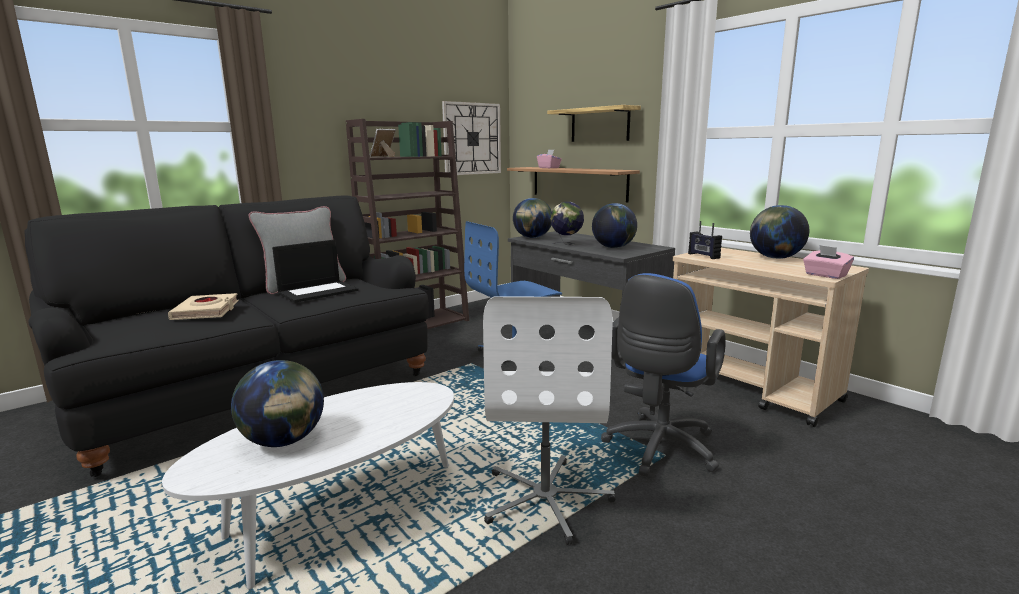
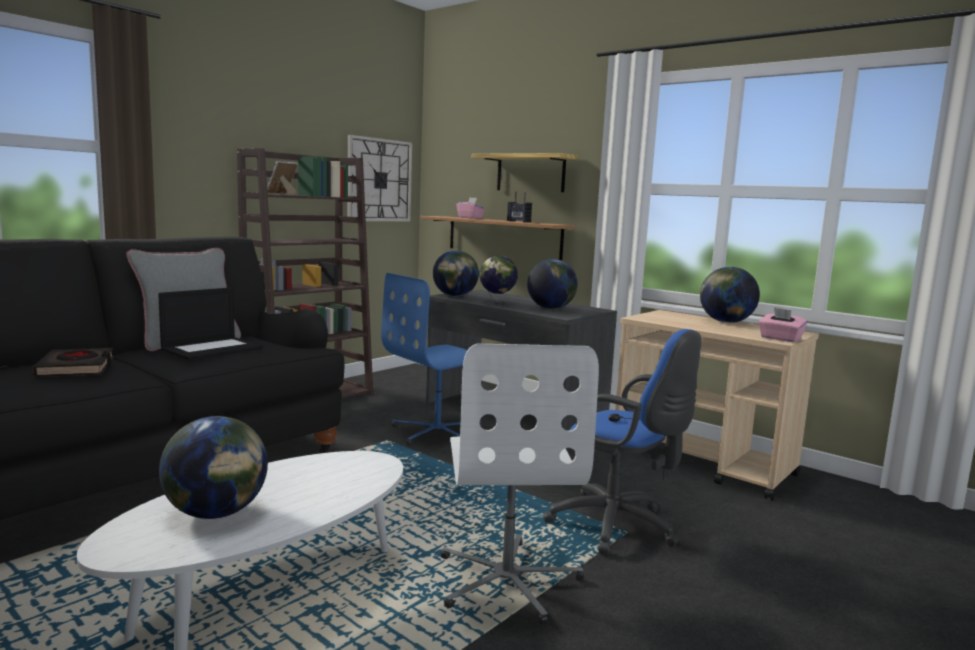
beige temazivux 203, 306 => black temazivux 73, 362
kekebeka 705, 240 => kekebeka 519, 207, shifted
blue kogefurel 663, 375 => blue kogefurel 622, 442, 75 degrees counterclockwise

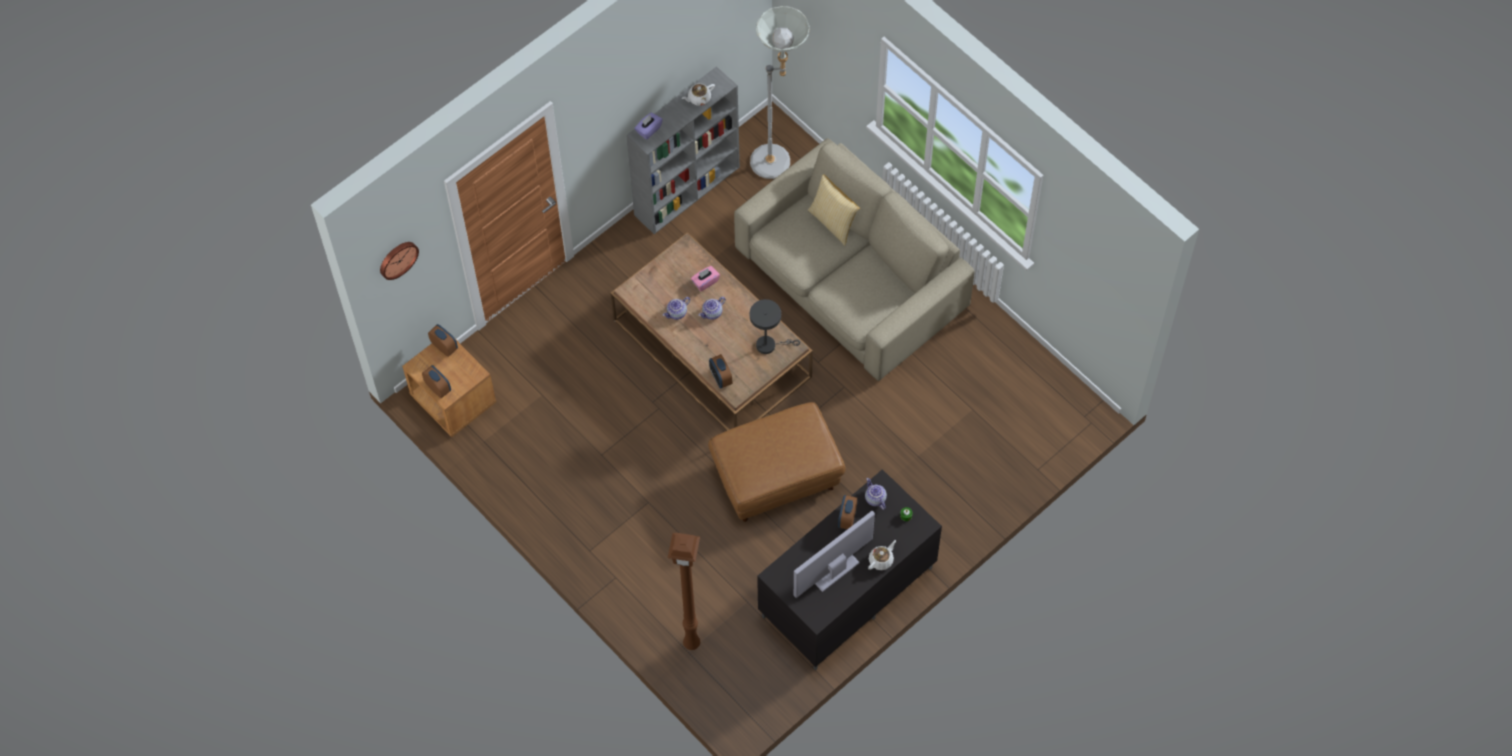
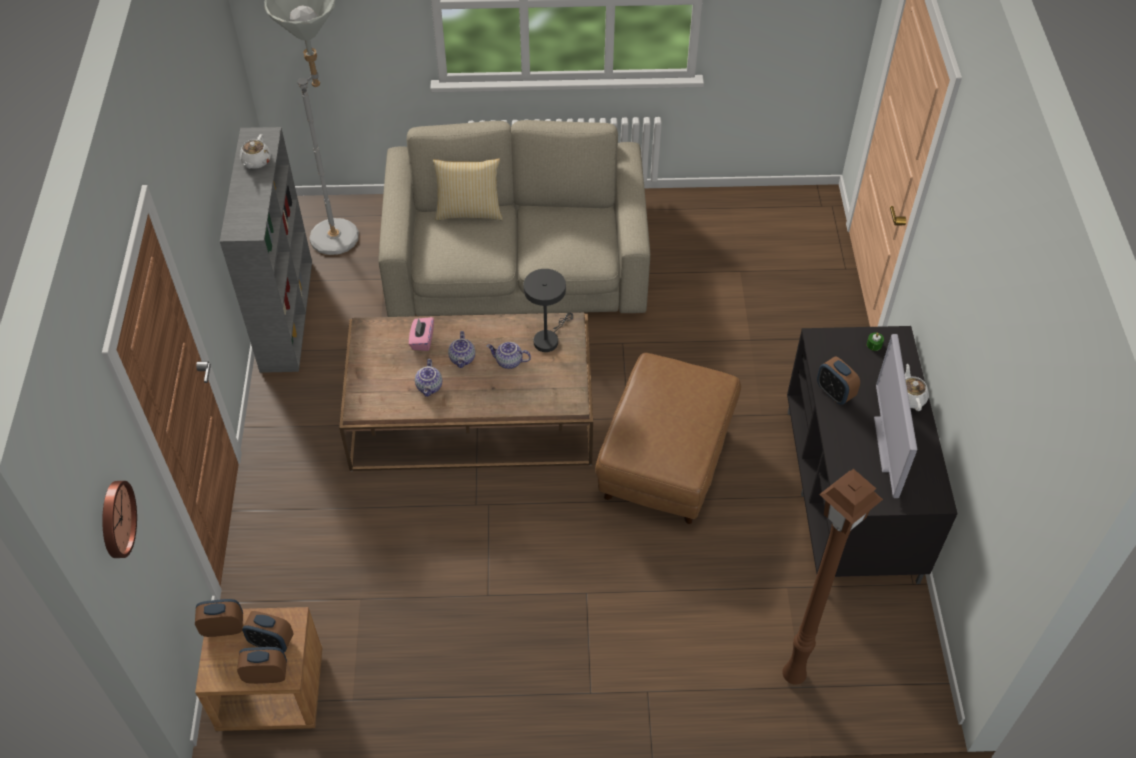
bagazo 720, 371 => bagazo 267, 631, shifted
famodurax 876, 494 => famodurax 509, 355, shifted
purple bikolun 648, 126 => nothing

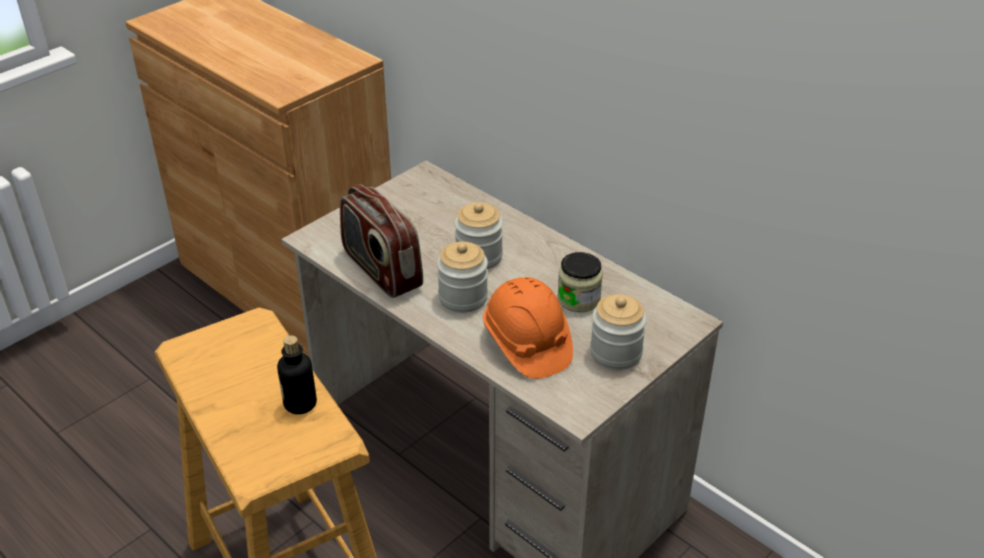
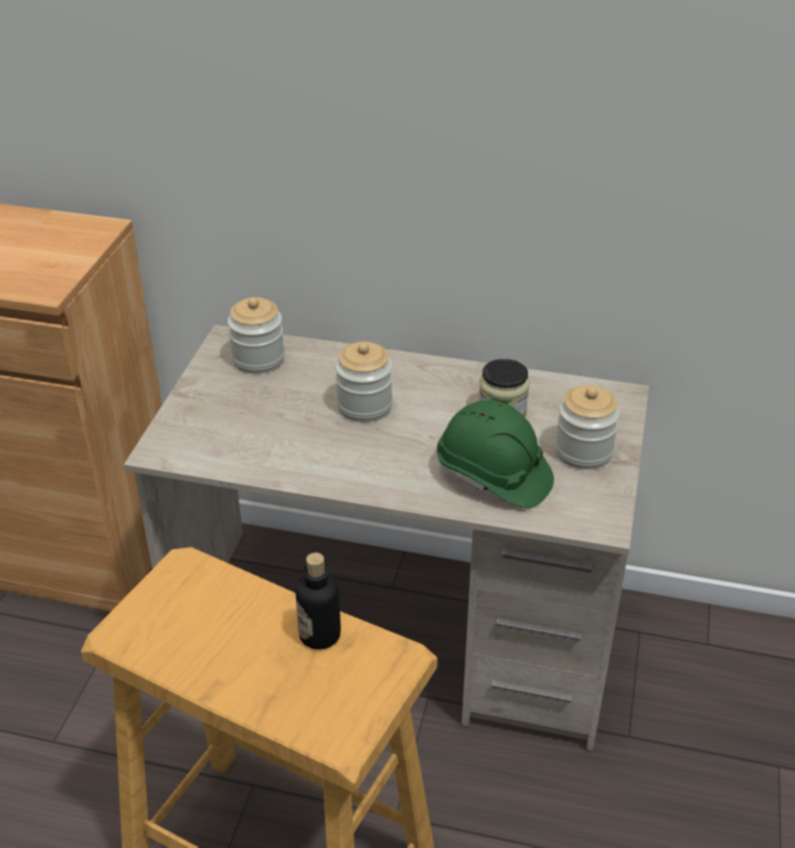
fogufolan 462, 277 => fogufolan 256, 335, shifted
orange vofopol 528, 328 => green vofopol 495, 454
kekebeka 381, 241 => nothing

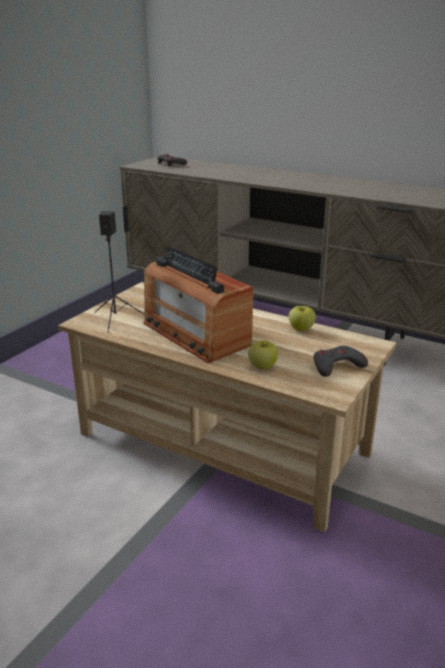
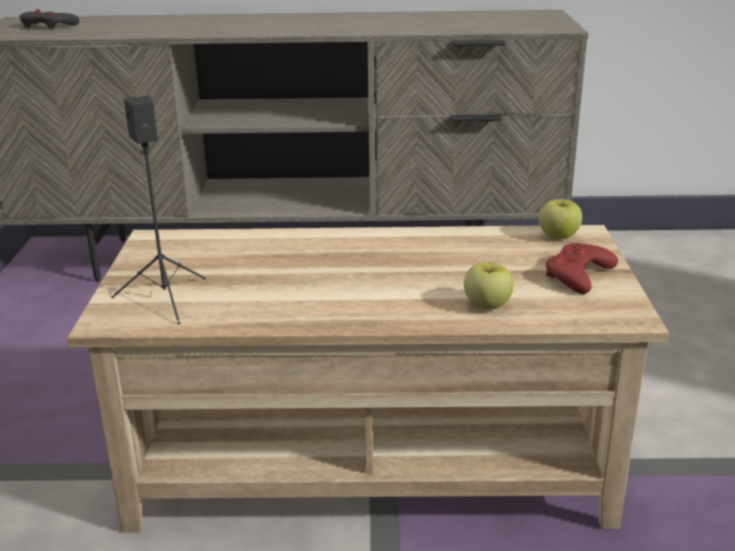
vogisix 302, 318 => vogisix 560, 219, shifted
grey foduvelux 341, 361 => red foduvelux 582, 268
kekebeka 198, 304 => nothing

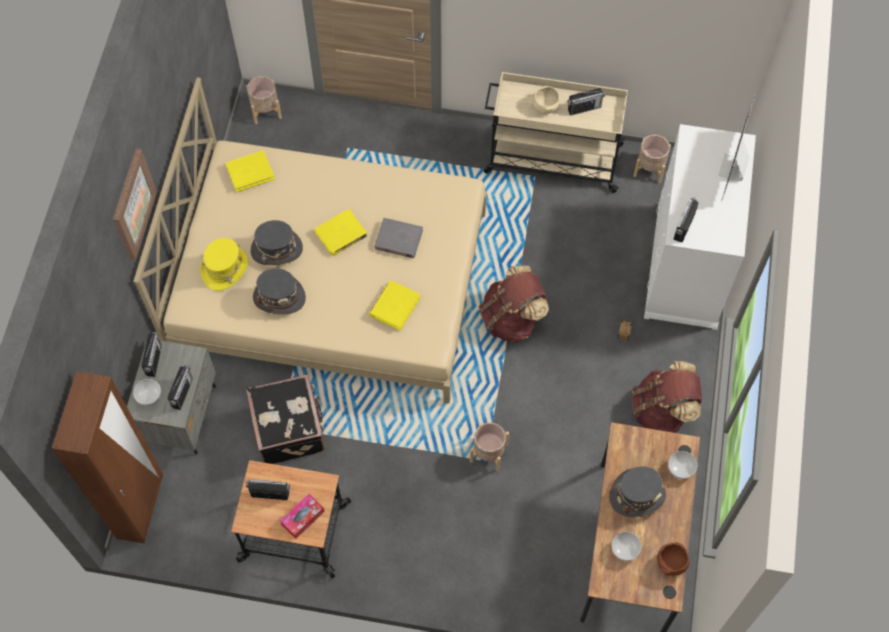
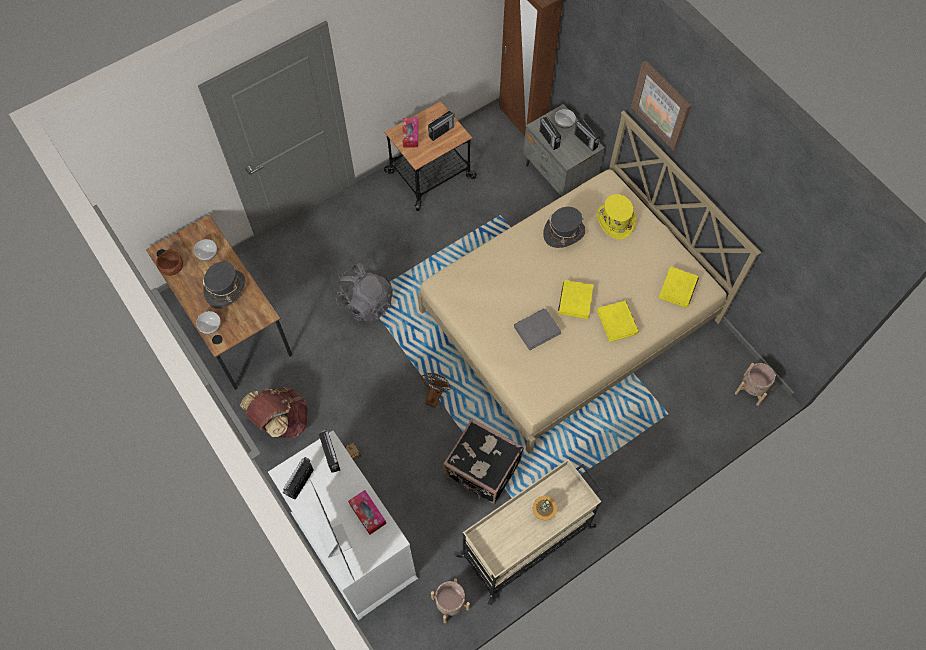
kekebeka 586, 102 => kekebeka 298, 478, shifted
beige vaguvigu 489, 446 => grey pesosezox 364, 292
nothing => bikolun 367, 512
brown pesosezox 514, 304 => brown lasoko 436, 390
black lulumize 285, 419 => black lulumize 483, 461, shifted
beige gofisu 546, 100 => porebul 545, 508
yellow temazivux 394, 306 => yellow temazivux 618, 321, shifted
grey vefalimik 277, 242 => nothing

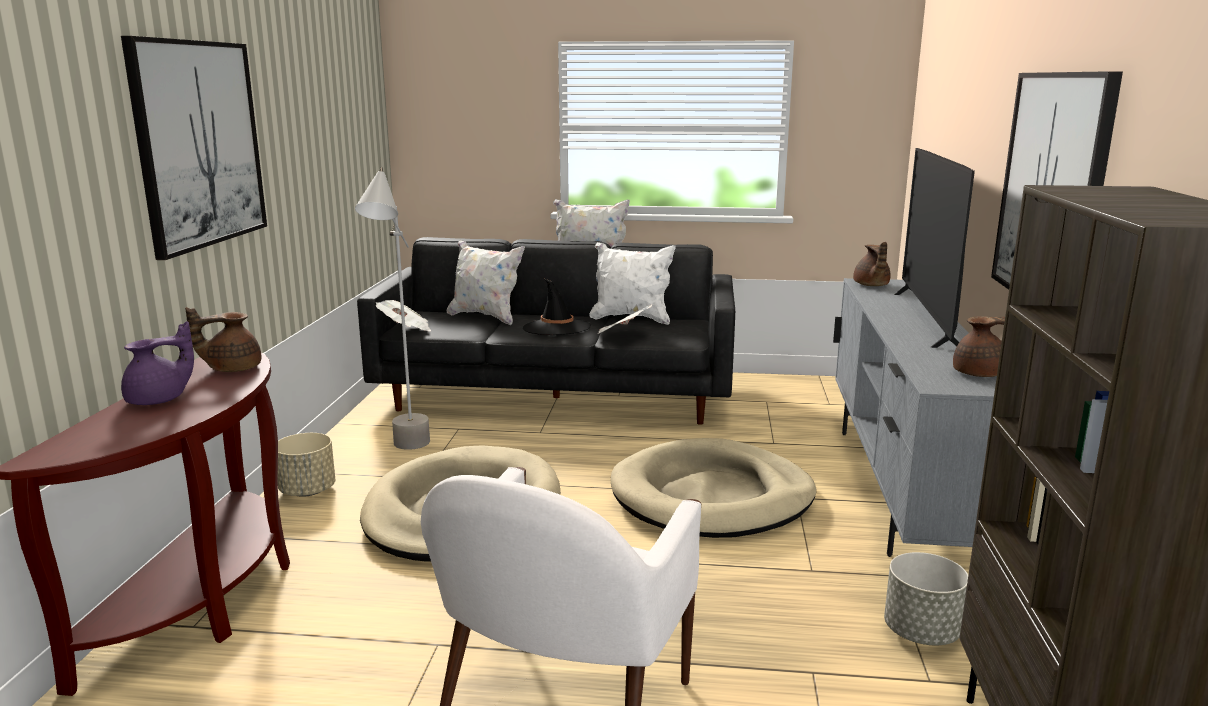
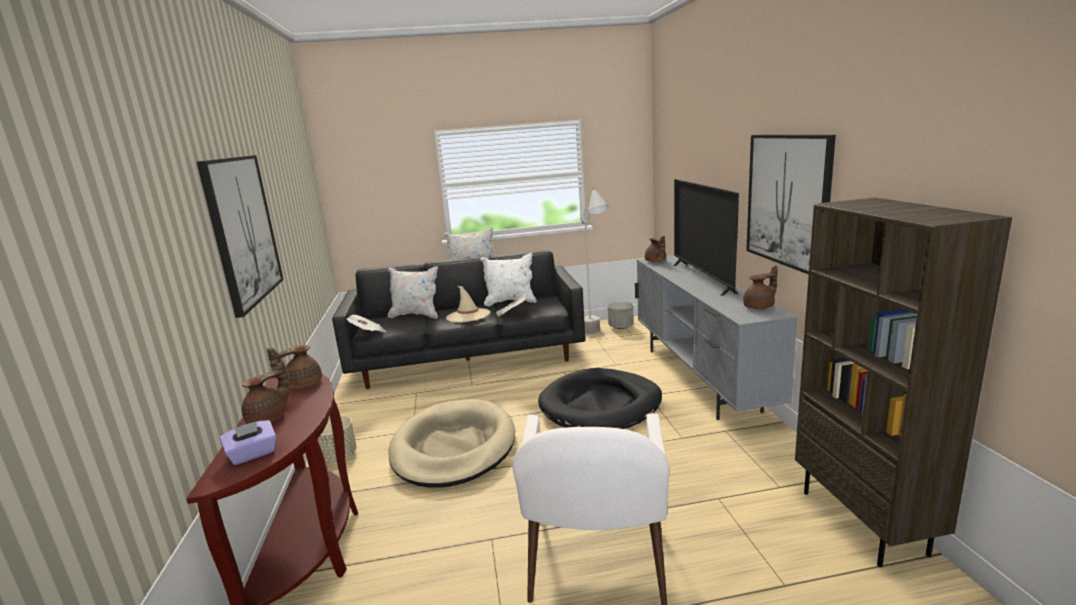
nothing => purple bikolun 248, 442
purple famodurax 157, 363 => brown famodurax 265, 391
black vefalimik 557, 306 => beige vefalimik 468, 304
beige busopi 713, 488 => black busopi 600, 398
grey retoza 392, 308 => grey retoza 595, 261, shifted
grey vaguvigu 926, 598 => grey vaguvigu 621, 315, shifted

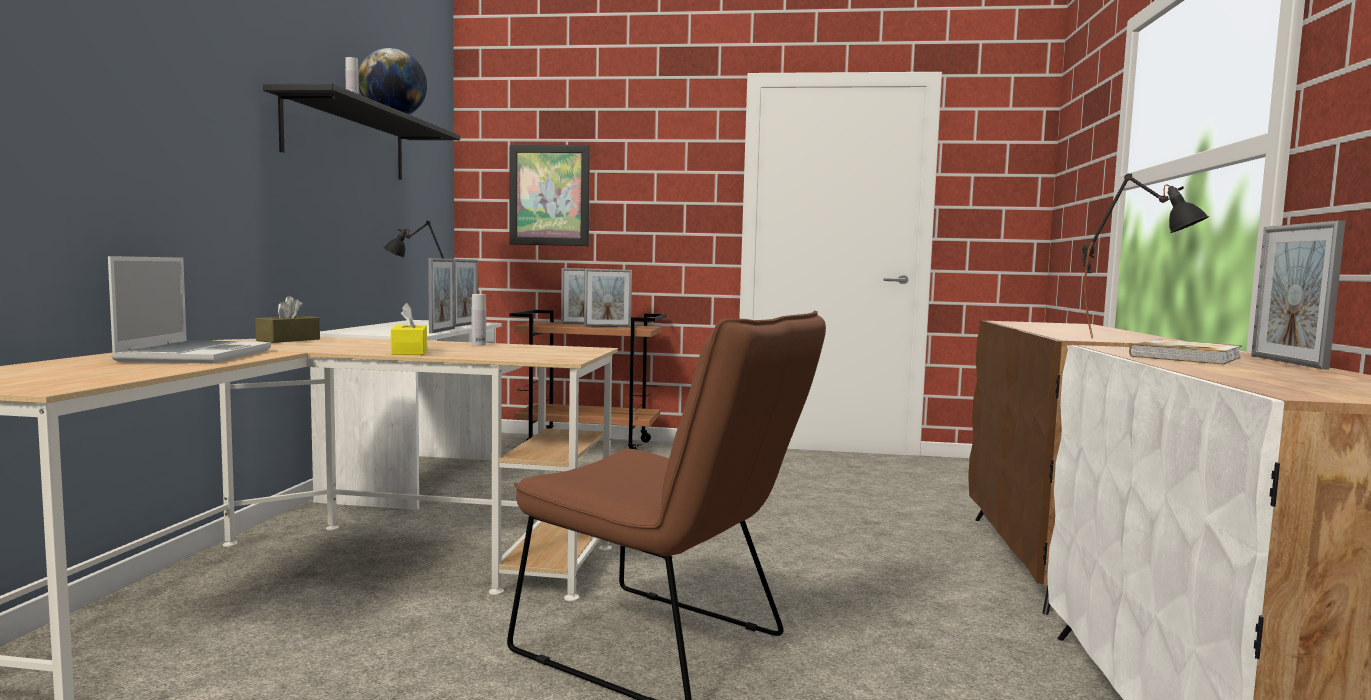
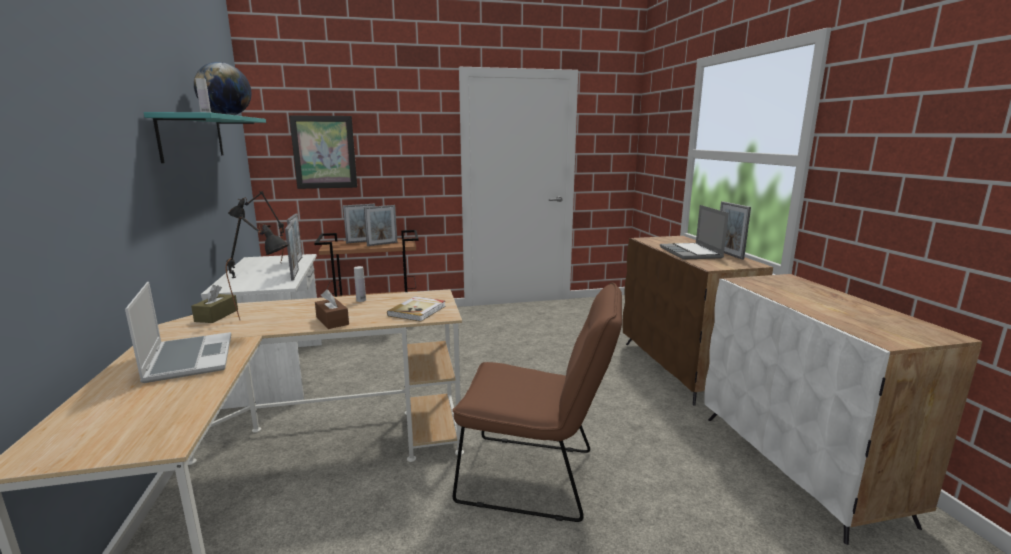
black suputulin 361, 132 => turquoise suputulin 205, 137
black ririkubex 1145, 255 => black ririkubex 257, 267, shifted
yellow bikolun 409, 329 => brown bikolun 332, 309
temazivux 1185, 351 => temazivux 416, 309, shifted
nothing => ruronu 694, 232
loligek 1298, 295 => loligek 735, 230, shifted

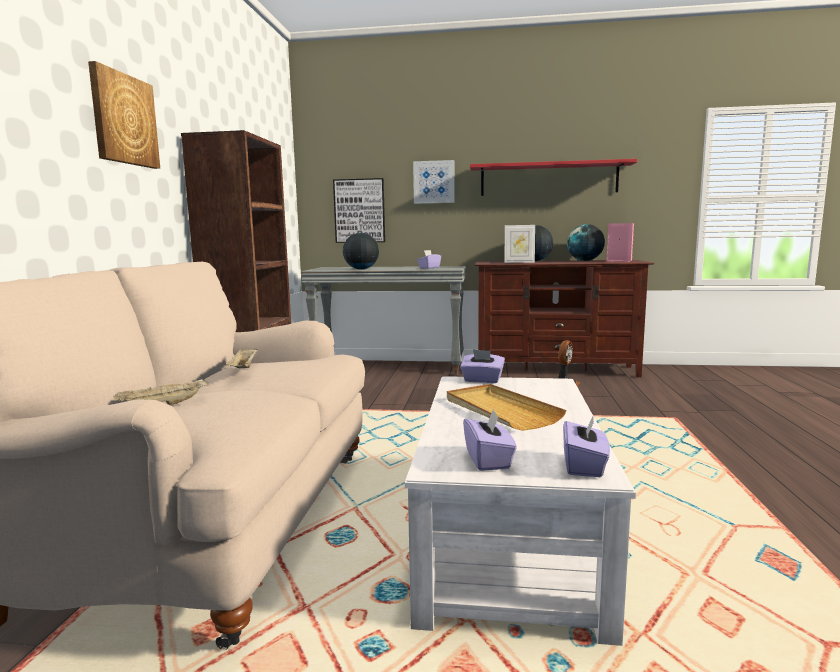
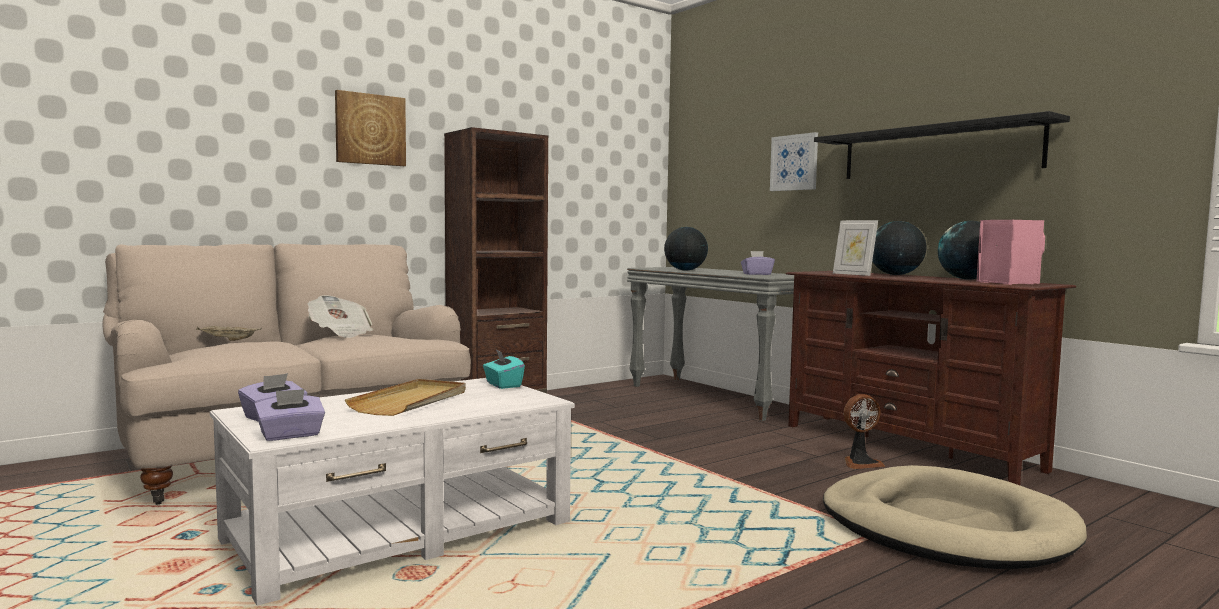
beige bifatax 242, 358 => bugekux 340, 316
purple bikolun 482, 366 => turquoise bikolun 504, 369
red suputulin 553, 177 => black suputulin 942, 145
nothing => beige busopi 955, 517
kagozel 359, 210 => nothing

